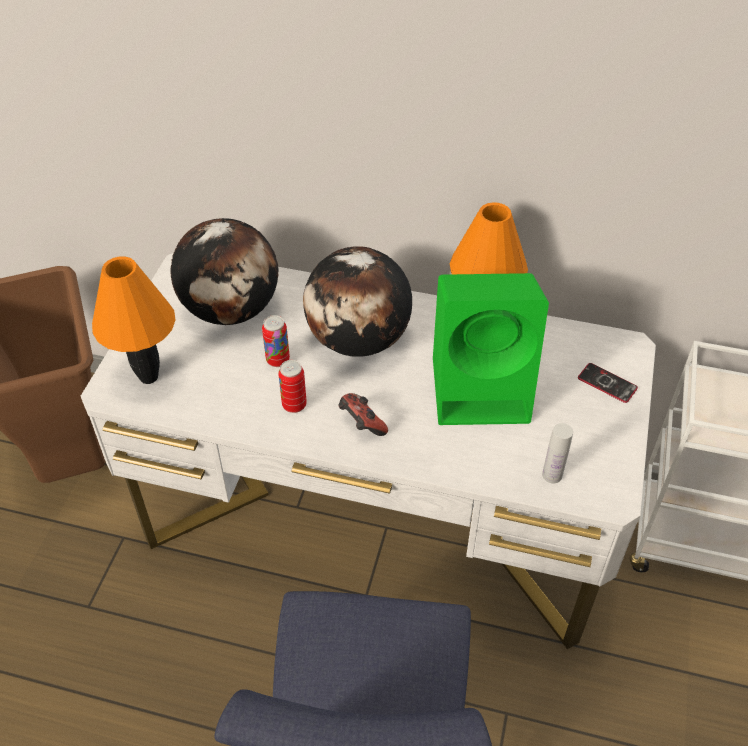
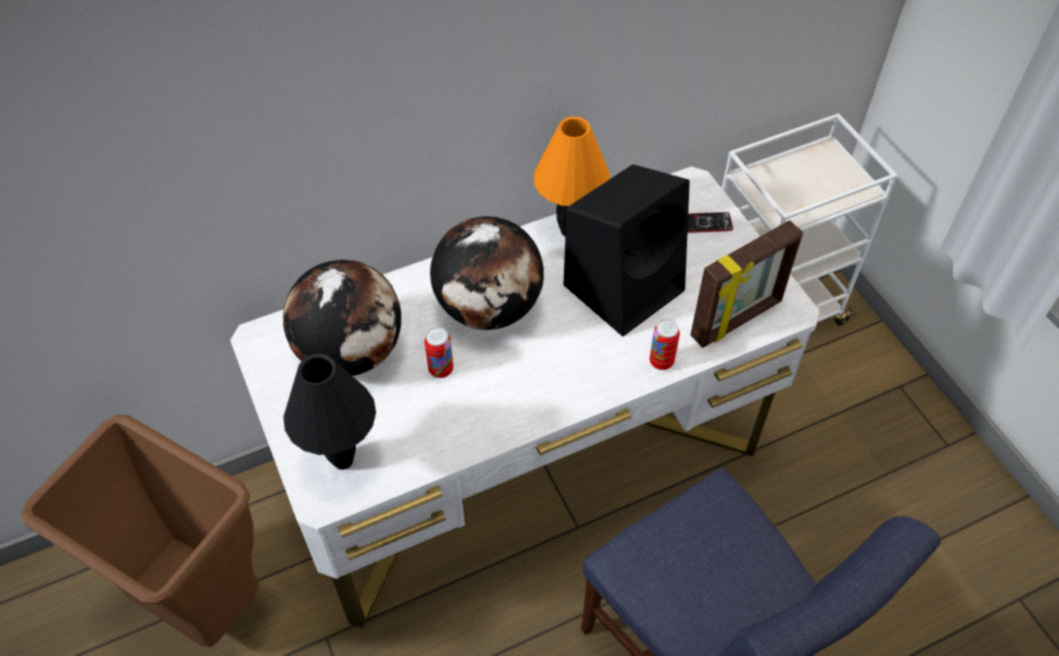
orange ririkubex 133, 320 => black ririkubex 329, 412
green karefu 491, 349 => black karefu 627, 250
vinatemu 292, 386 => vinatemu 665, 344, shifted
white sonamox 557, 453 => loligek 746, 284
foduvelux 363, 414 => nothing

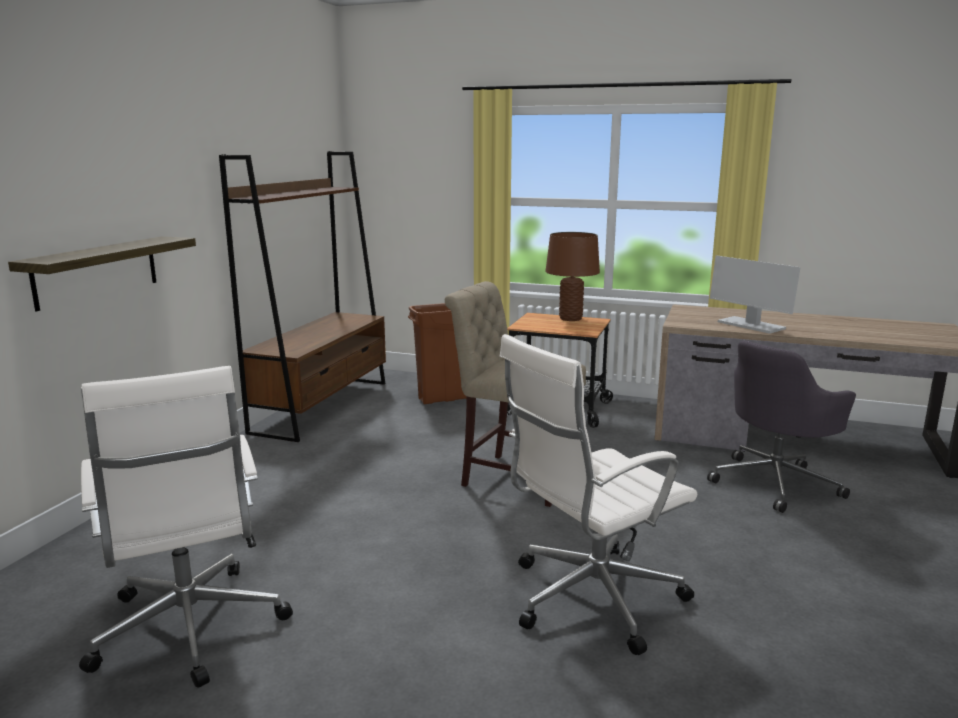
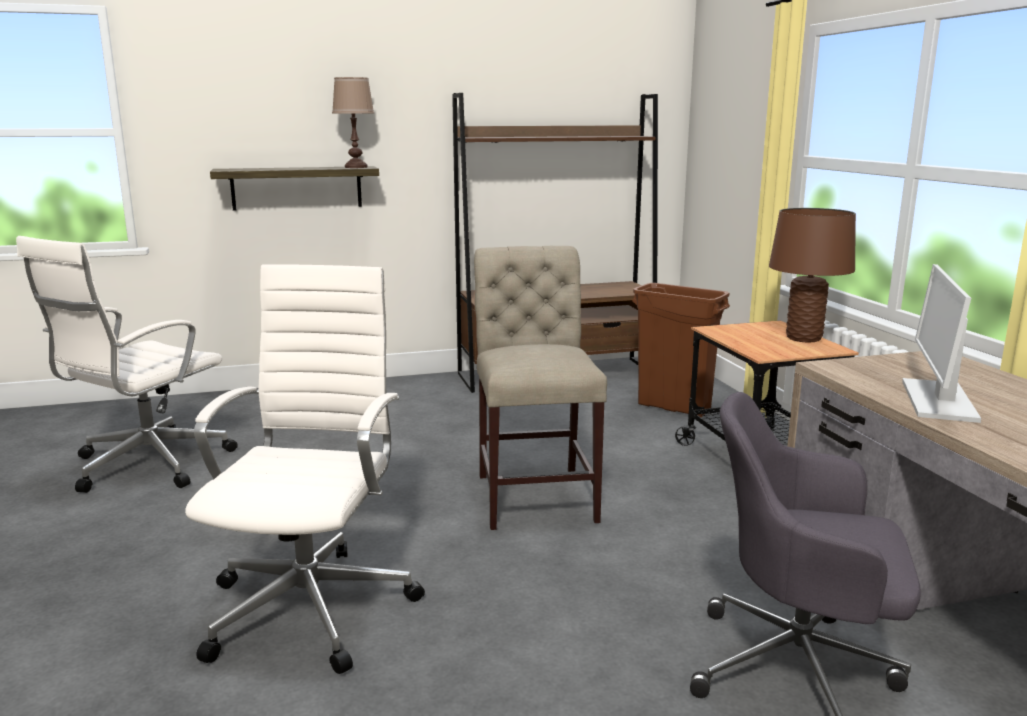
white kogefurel 598, 494 => white kogefurel 305, 469, 75 degrees clockwise
nothing => brown ririkubex 353, 122

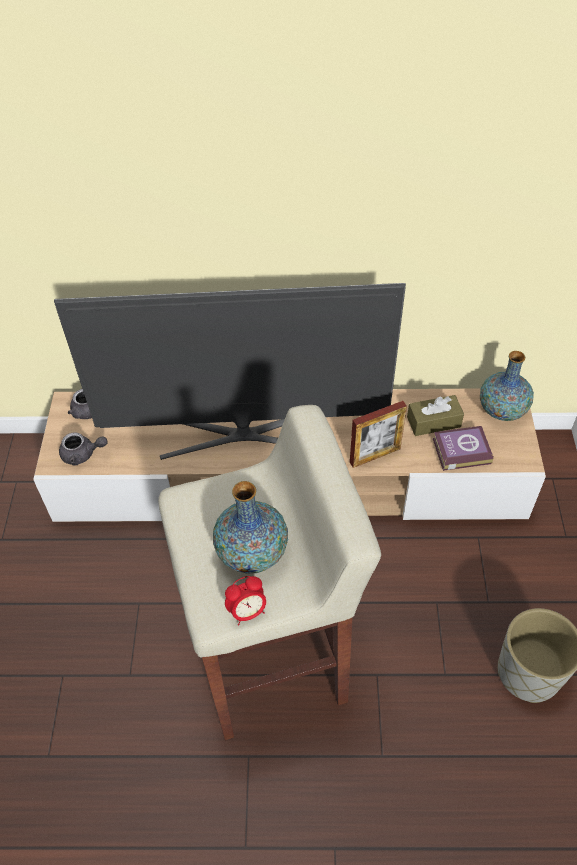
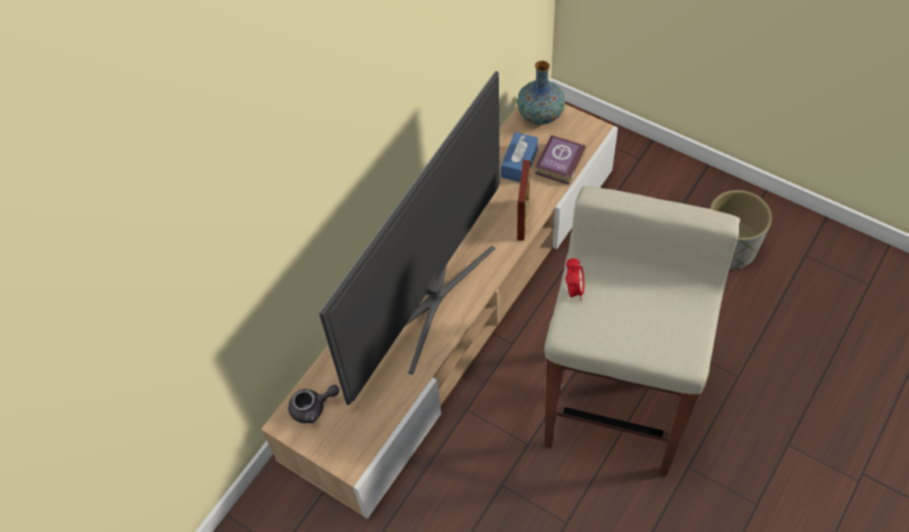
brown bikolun 435, 415 => blue bikolun 519, 157
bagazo 245, 601 => bagazo 574, 279, shifted
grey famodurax 83, 449 => nothing
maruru 250, 527 => nothing

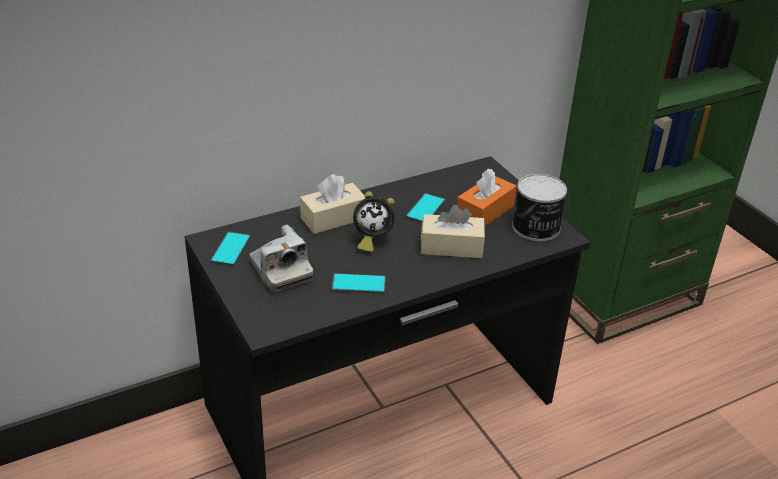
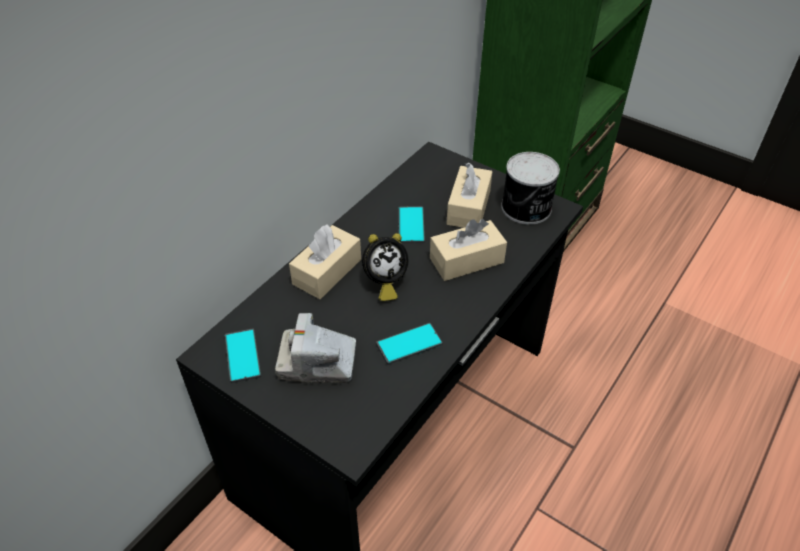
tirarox 281, 259 => tirarox 315, 348, 150 degrees clockwise
orange bikolun 486, 197 => beige bikolun 469, 195

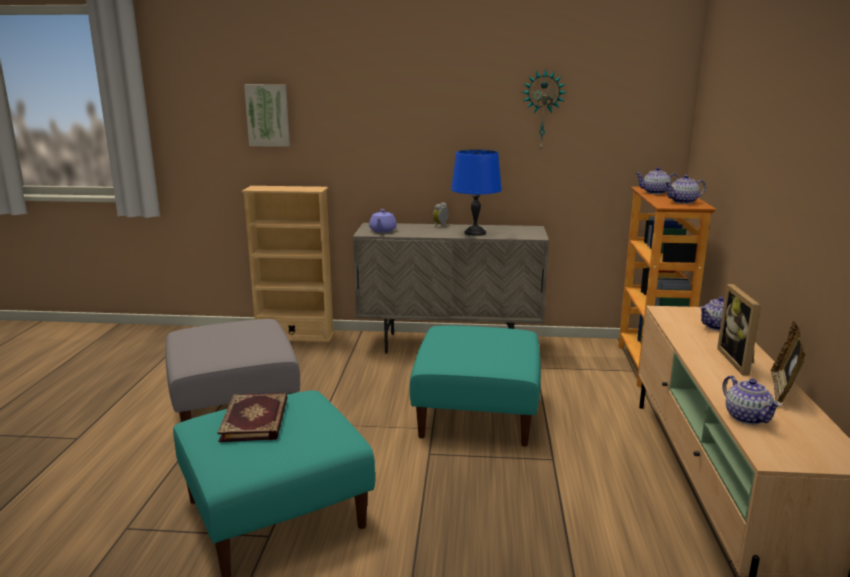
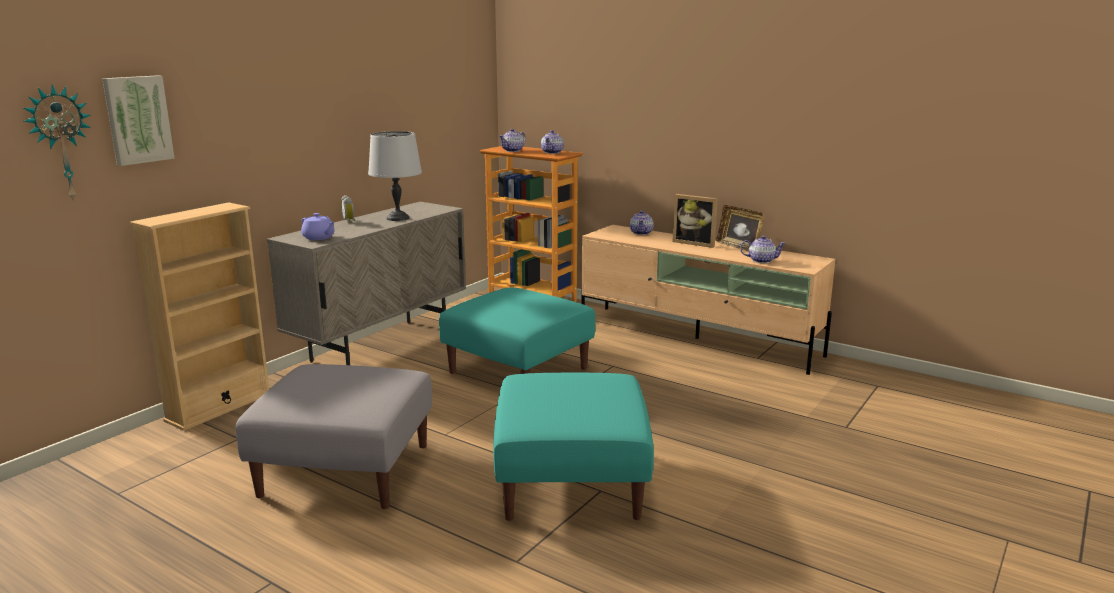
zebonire 544, 109 => zebonire 57, 143, shifted
blue ririkubex 476, 192 => grey ririkubex 395, 176
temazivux 253, 417 => nothing

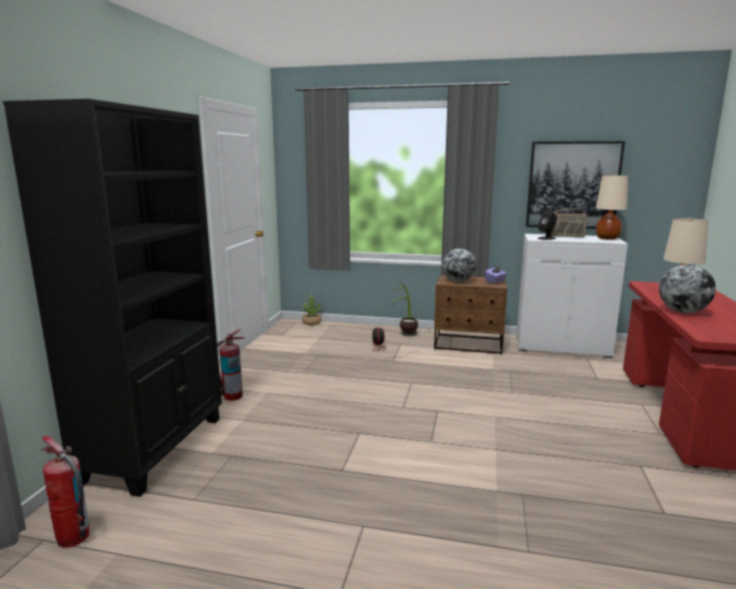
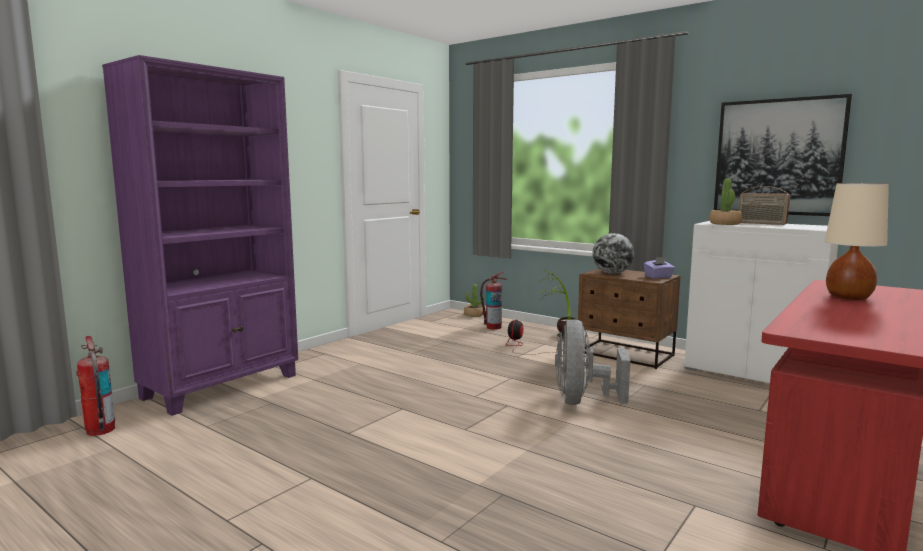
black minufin 112, 298 => purple minufin 200, 235
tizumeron 231, 365 => tizumeron 493, 300, shifted
nothing => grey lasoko 592, 362
black karefu 547, 225 => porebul 725, 201
beige ririkubex 612, 207 => nothing
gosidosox 687, 288 => nothing

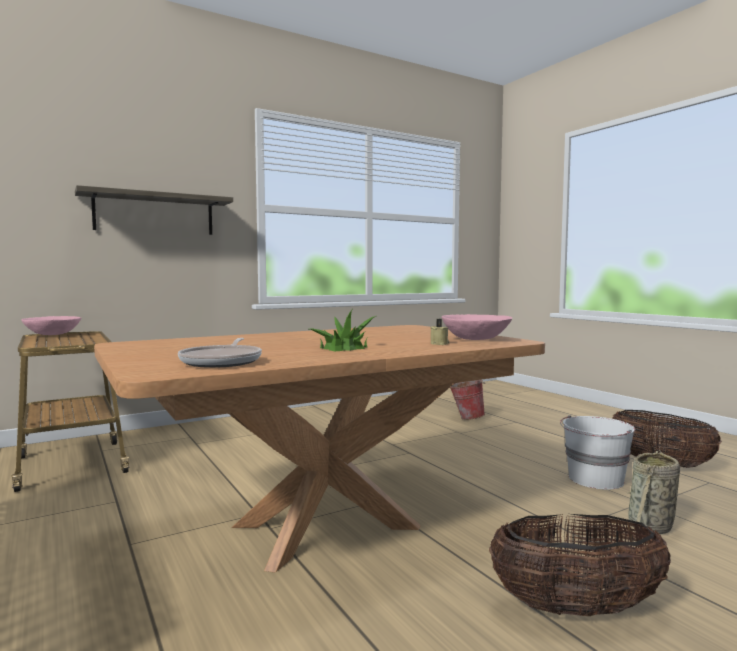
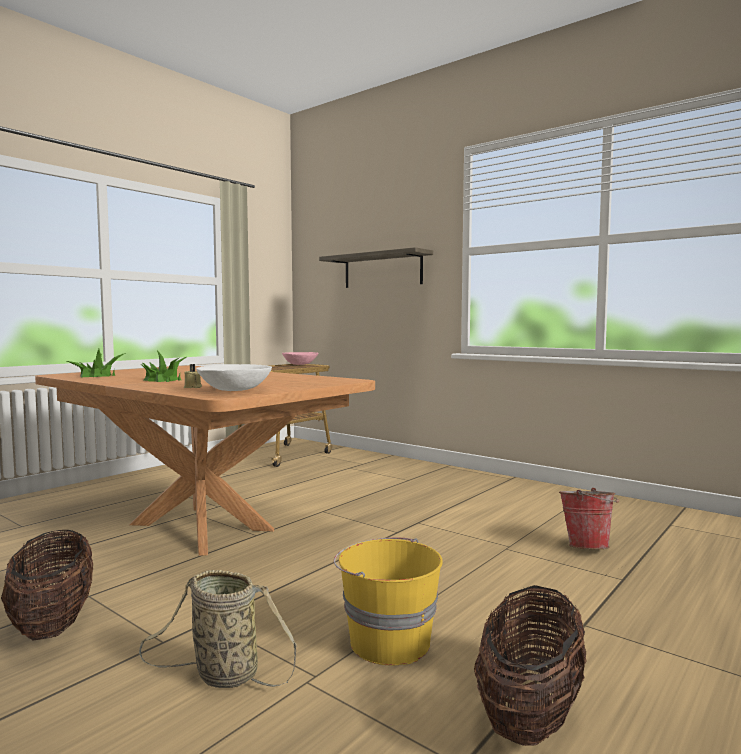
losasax 220, 353 => porebul 95, 363
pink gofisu 477, 327 => white gofisu 234, 377
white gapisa 597, 452 => yellow gapisa 388, 601

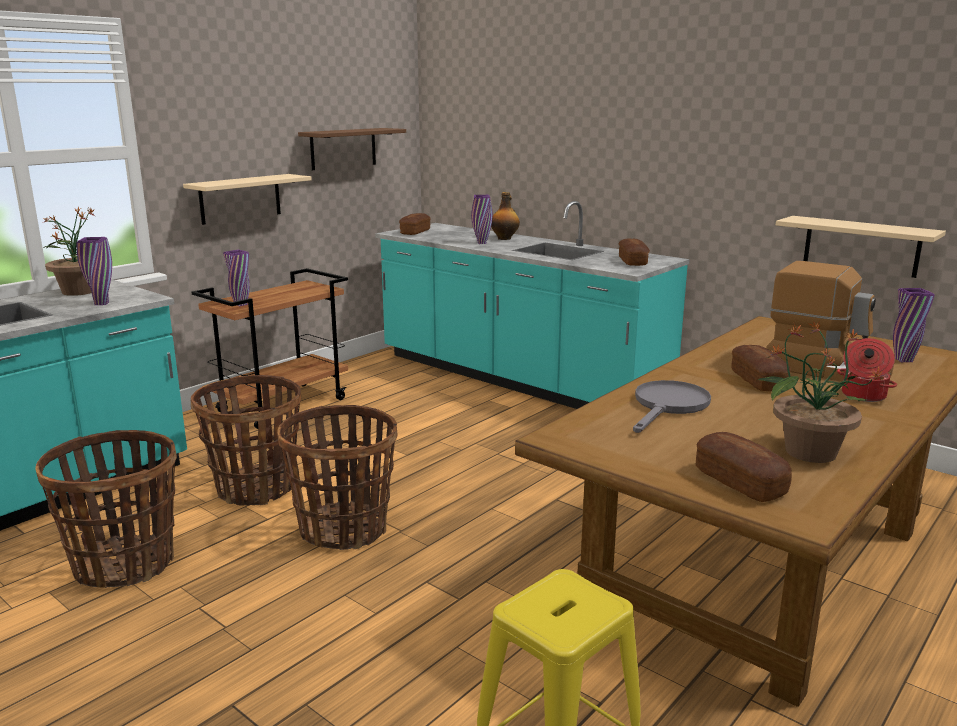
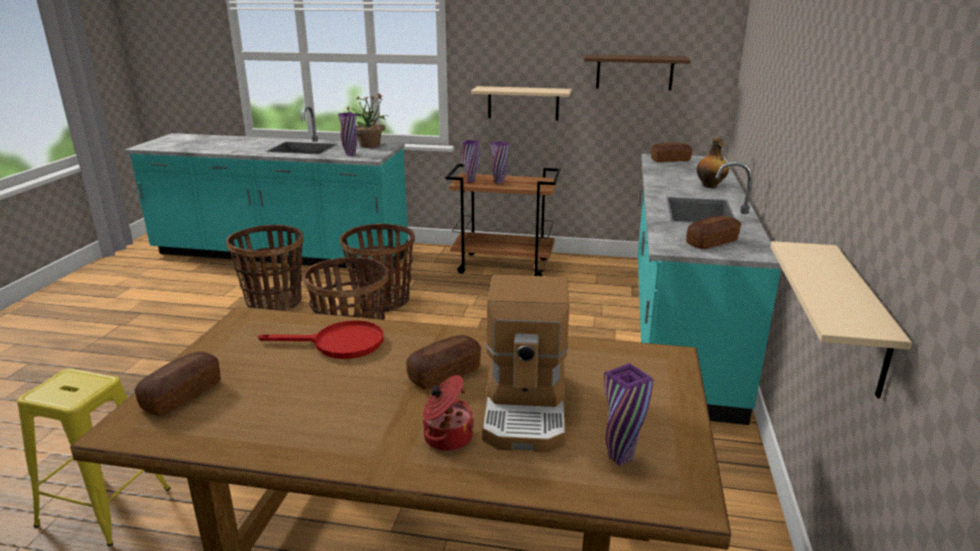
grey losasax 672, 406 => red losasax 321, 339
purple maruru 481, 219 => purple maruru 499, 162, shifted
porebul 821, 392 => nothing

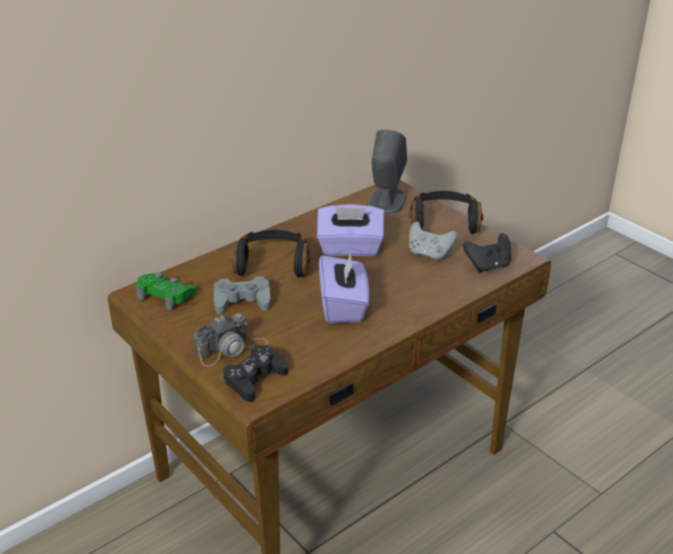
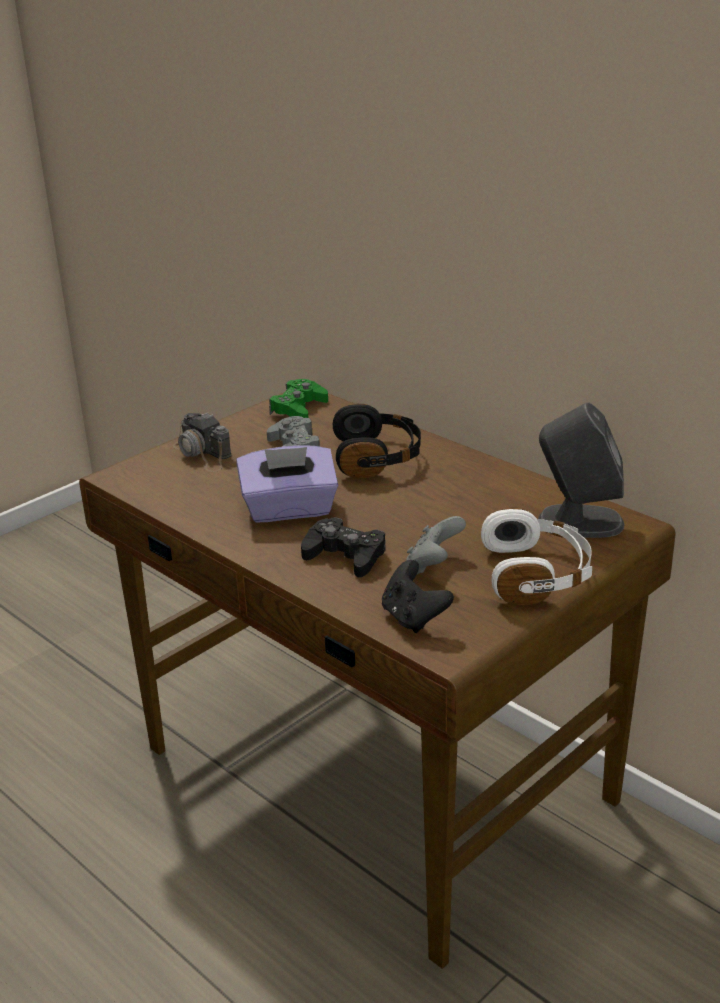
black foduvelux 255, 373 => black foduvelux 343, 547, shifted
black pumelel 446, 212 => white pumelel 536, 556
purple bikolun 350, 230 => nothing

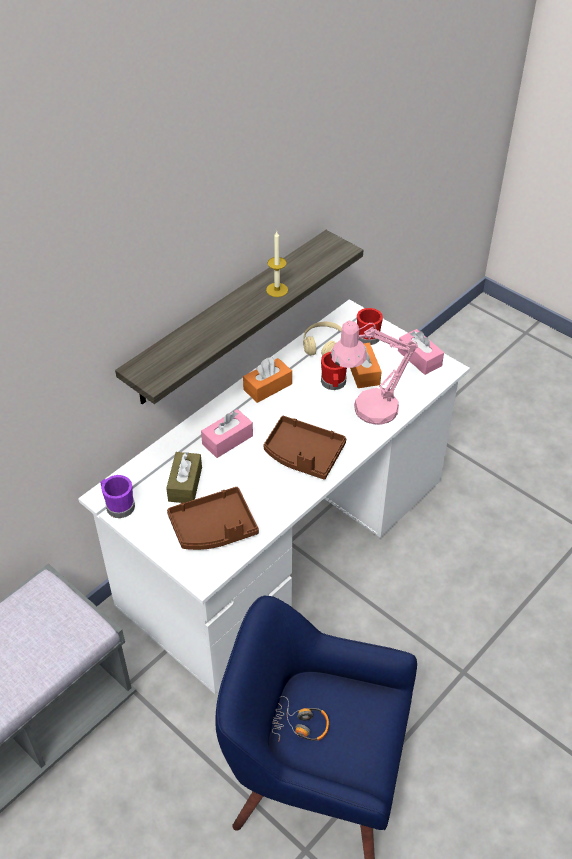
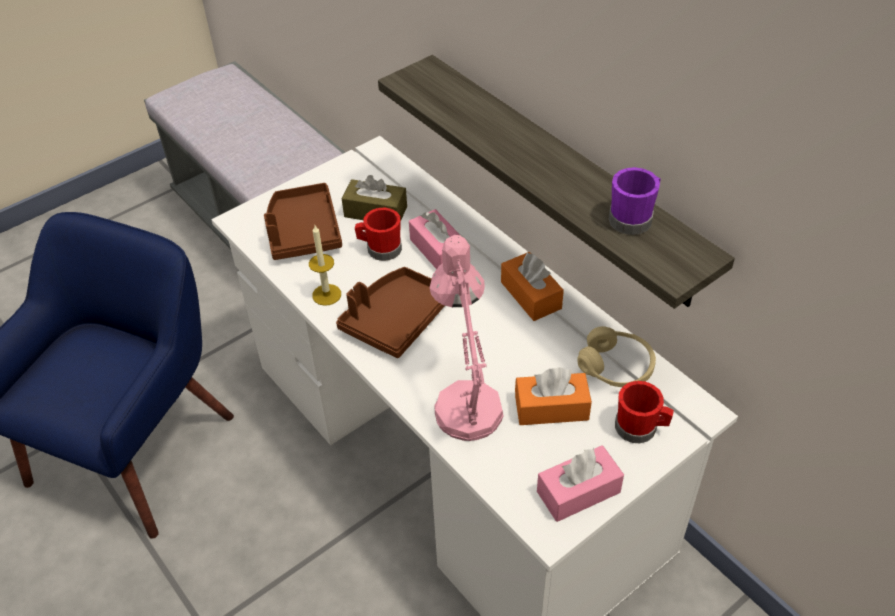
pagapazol 277, 264 => pagapazol 325, 265, shifted
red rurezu 334, 371 => red rurezu 378, 234, shifted
purple rurezu 117, 496 => purple rurezu 634, 201, shifted
pumelel 300, 719 => nothing

